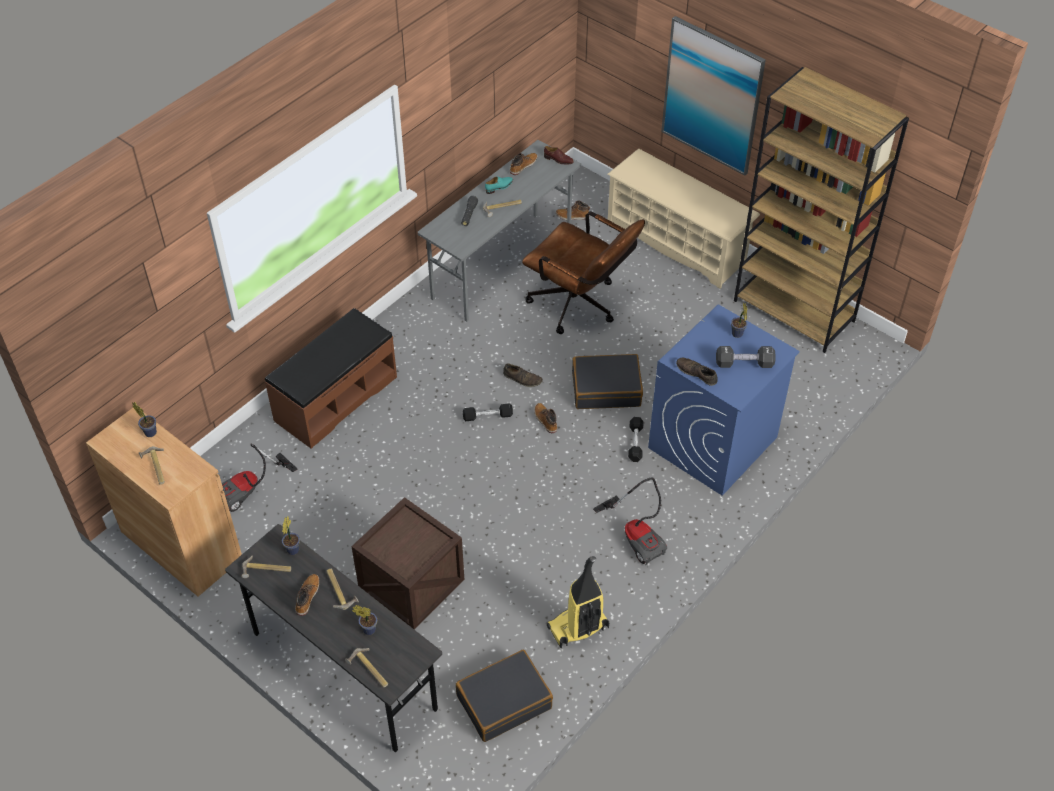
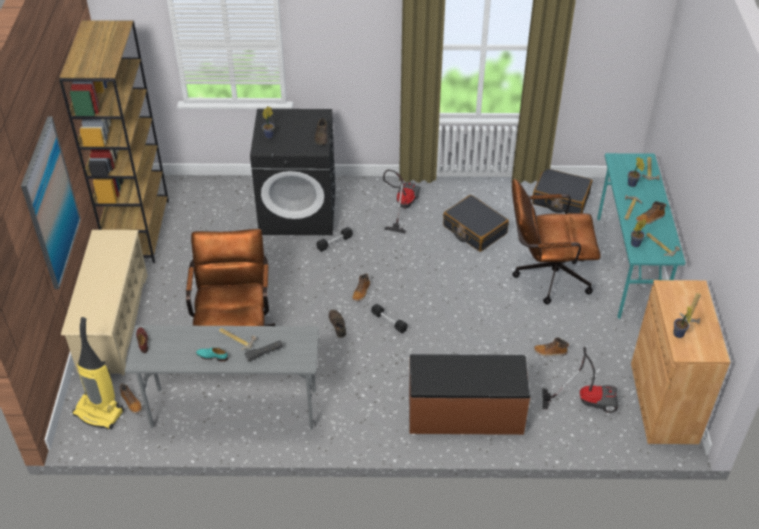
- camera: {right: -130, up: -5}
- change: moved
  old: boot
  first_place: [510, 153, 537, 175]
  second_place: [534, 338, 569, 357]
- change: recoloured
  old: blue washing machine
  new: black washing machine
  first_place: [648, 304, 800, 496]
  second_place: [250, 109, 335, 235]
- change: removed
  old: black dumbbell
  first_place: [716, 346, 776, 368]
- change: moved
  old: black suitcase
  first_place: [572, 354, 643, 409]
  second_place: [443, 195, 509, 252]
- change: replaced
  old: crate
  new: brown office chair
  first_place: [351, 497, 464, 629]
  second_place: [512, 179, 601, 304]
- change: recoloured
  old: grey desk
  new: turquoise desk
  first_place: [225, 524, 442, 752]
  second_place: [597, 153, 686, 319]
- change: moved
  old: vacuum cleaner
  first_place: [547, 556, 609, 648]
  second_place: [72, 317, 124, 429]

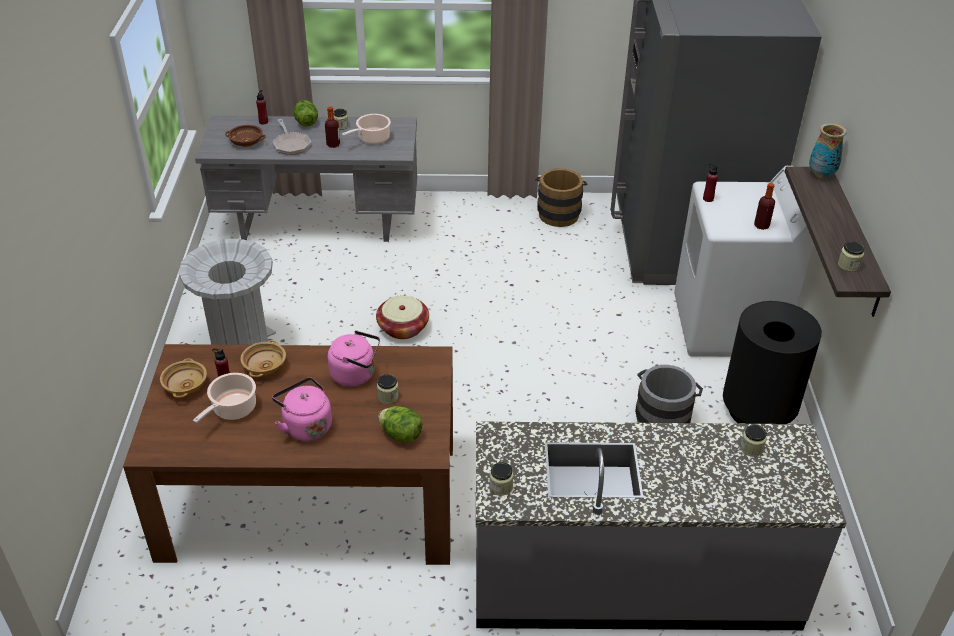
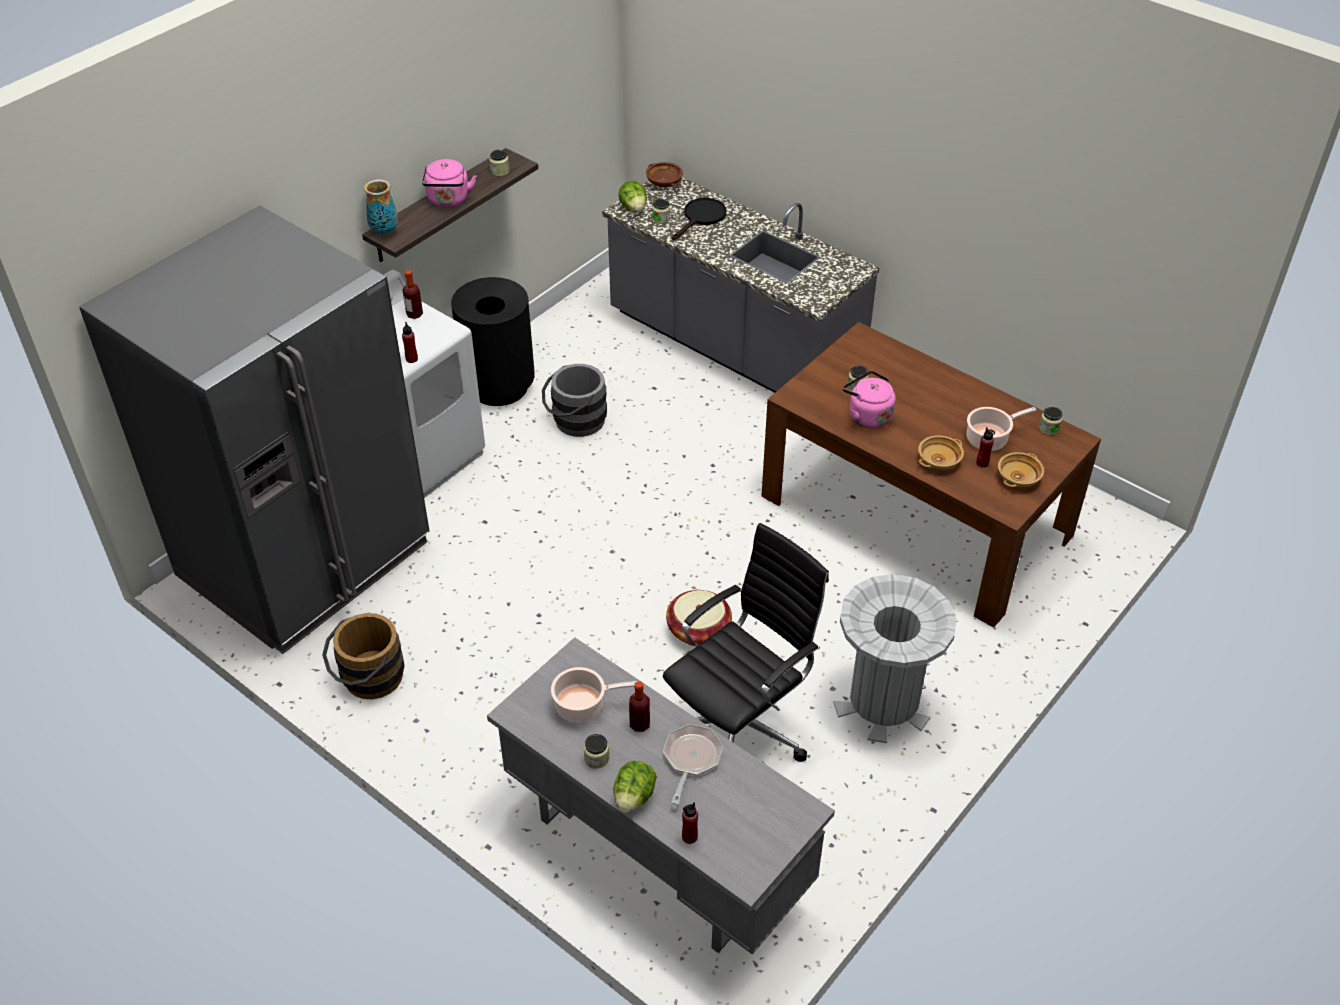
- camera: {right: -140, up: 5}
- change: moved
  old: brown bowl
  first_place: [225, 125, 266, 147]
  second_place: [646, 162, 683, 187]
- change: moved
  old: pink kettle
  first_place: [272, 377, 332, 441]
  second_place: [422, 159, 477, 207]
- change: moved
  old: lettuce
  first_place: [378, 406, 422, 443]
  second_place: [618, 181, 647, 212]
- change: moved
  old: jar
  first_place: [489, 462, 514, 496]
  second_place: [1039, 407, 1063, 435]
- change: added
  new: black frying pan
  second_place: [672, 198, 727, 240]
- change: added
  new: black office chair
  second_place: [663, 523, 829, 762]

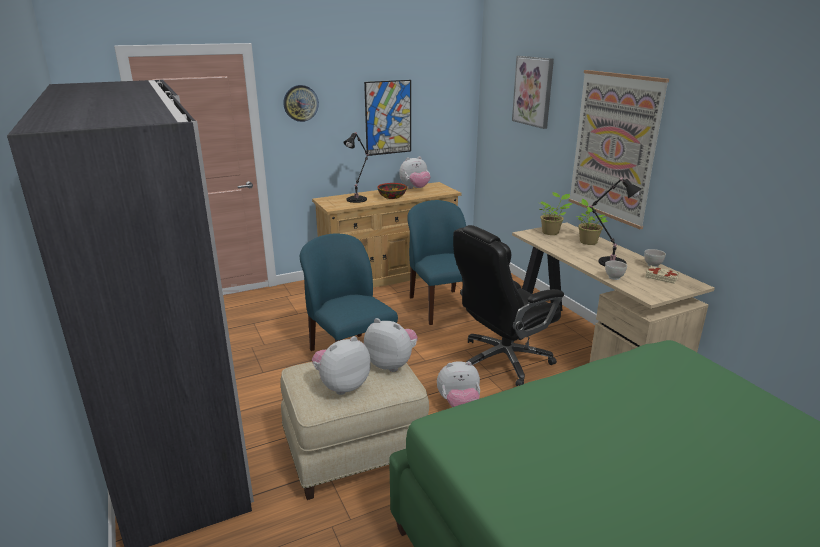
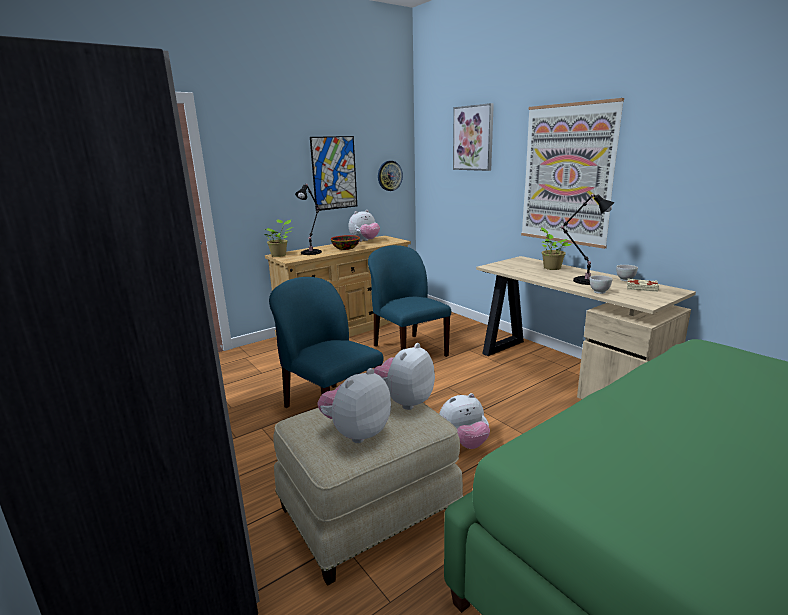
- camera: {right: -10, up: -5}
- change: moved
  old: wall clock
  first_place: [283, 85, 319, 122]
  second_place: [378, 161, 403, 191]
- change: moved
  old: potted plant
  first_place: [539, 192, 573, 235]
  second_place: [264, 219, 293, 257]
- change: removed
  old: black office chair
  first_place: [453, 225, 564, 386]
- change: turned
  old: plush toy
  first_place: [364, 318, 418, 372]
  second_place: [374, 343, 435, 410]
  degrees: -75

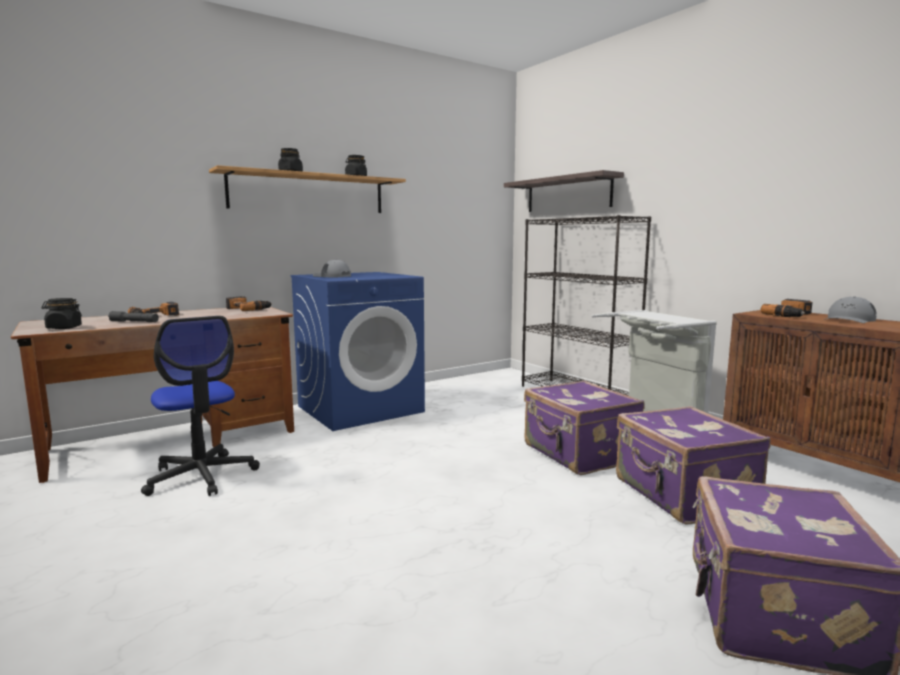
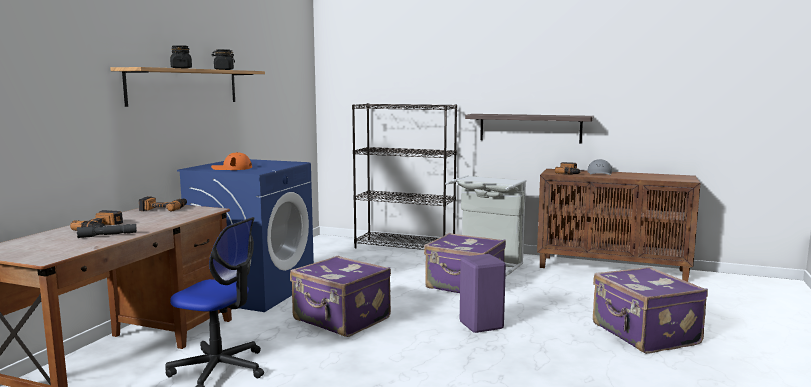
- camera: {right: -35, up: 0}
- change: moved
  old: shelf
  first_place: [504, 170, 624, 212]
  second_place: [465, 114, 594, 143]
- change: recoloured
  old: grey cap
  new: orange cap
  first_place: [313, 259, 351, 277]
  second_place: [211, 152, 252, 170]
- change: removed
  old: black jar
  first_place: [42, 298, 82, 329]
- change: moved
  old: purple suitcase
  first_place: [616, 406, 771, 525]
  second_place: [290, 256, 391, 337]
- change: added
  new: purple stool
  second_place: [460, 254, 506, 333]

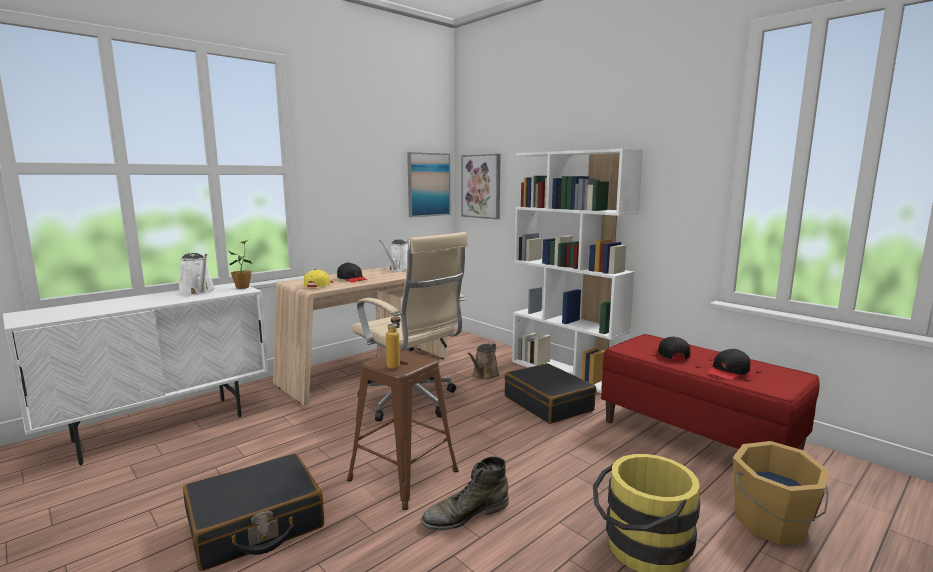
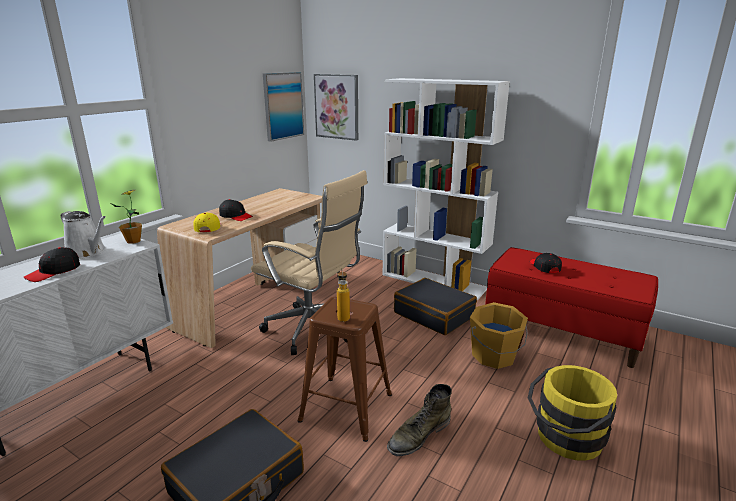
- camera: {right: -15, up: 10}
- change: removed
  old: white watering can
  first_place: [379, 240, 409, 271]
- change: removed
  old: brown watering can
  first_place: [467, 343, 500, 380]
- change: moved
  old: black cap
  first_place: [707, 348, 750, 380]
  second_place: [24, 247, 80, 282]
- change: moved
  old: orange bucket
  first_place: [733, 441, 830, 545]
  second_place: [470, 302, 528, 369]

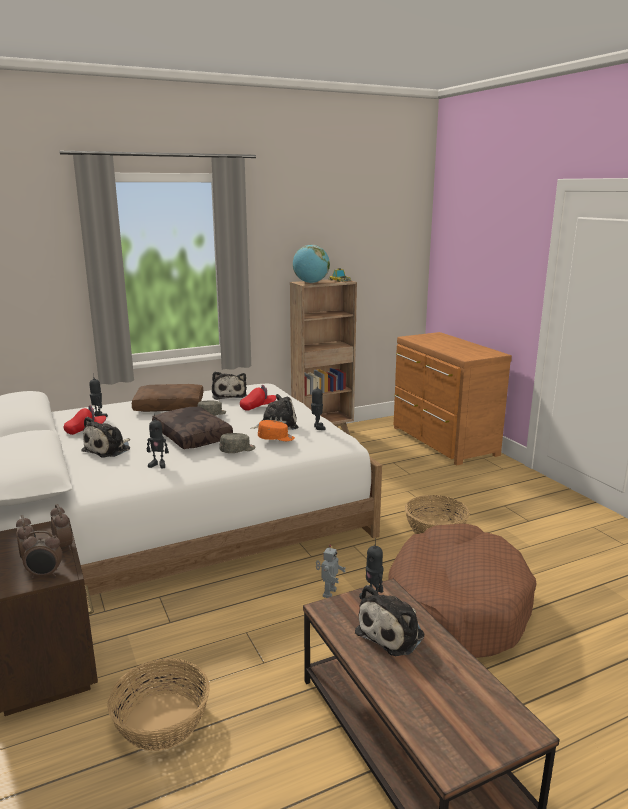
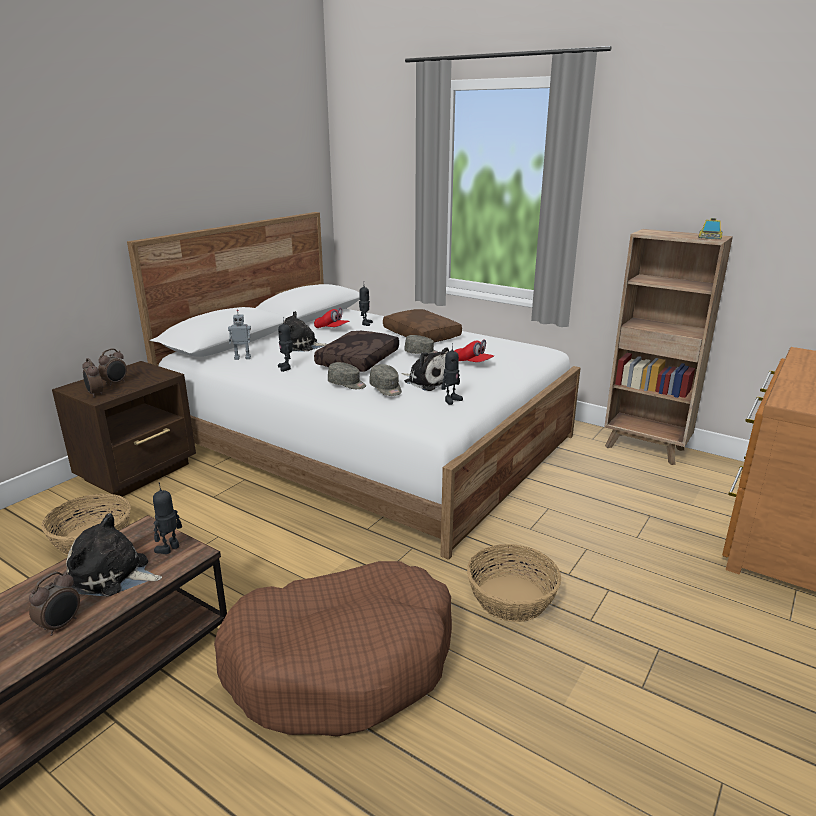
- camera: {right: 60, up: 5}
- change: removed
  old: globe
  first_place: [293, 245, 330, 283]
- change: removed
  old: plush toy
  first_place: [212, 372, 247, 400]
- change: recoloured
  old: orange cap
  new: grey cap
  first_place: [258, 420, 295, 441]
  second_place: [369, 364, 402, 396]
- change: moved
  old: alarm clock
  first_place: [51, 504, 73, 550]
  second_place: [29, 571, 80, 636]
- change: moved
  old: toy robot
  first_place: [316, 545, 346, 598]
  second_place: [228, 309, 251, 360]

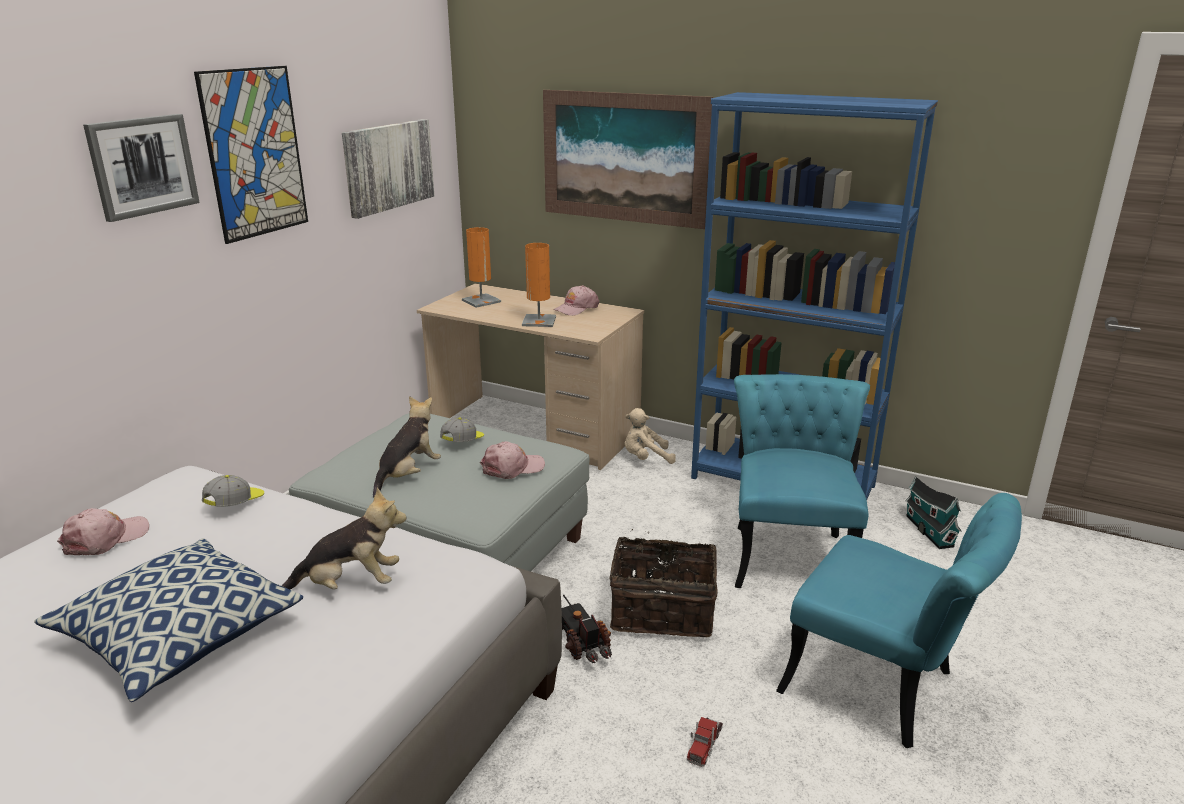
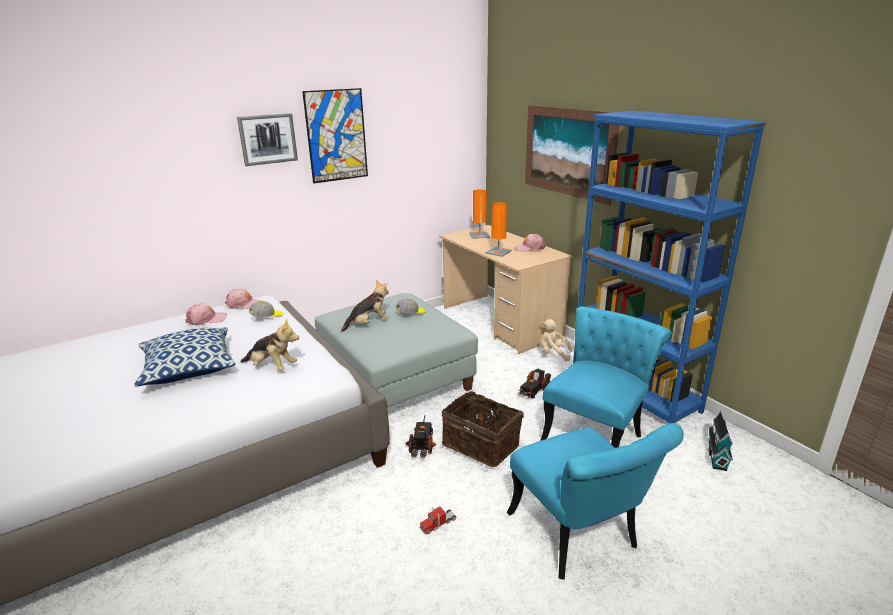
- camera: {right: 30, up: 0}
- change: removed
  old: picture
  first_place: [342, 119, 434, 219]
- change: moved
  old: pink cap
  first_place: [480, 441, 545, 479]
  second_place: [225, 289, 262, 309]
- change: added
  new: toy truck
  second_place: [518, 369, 551, 398]

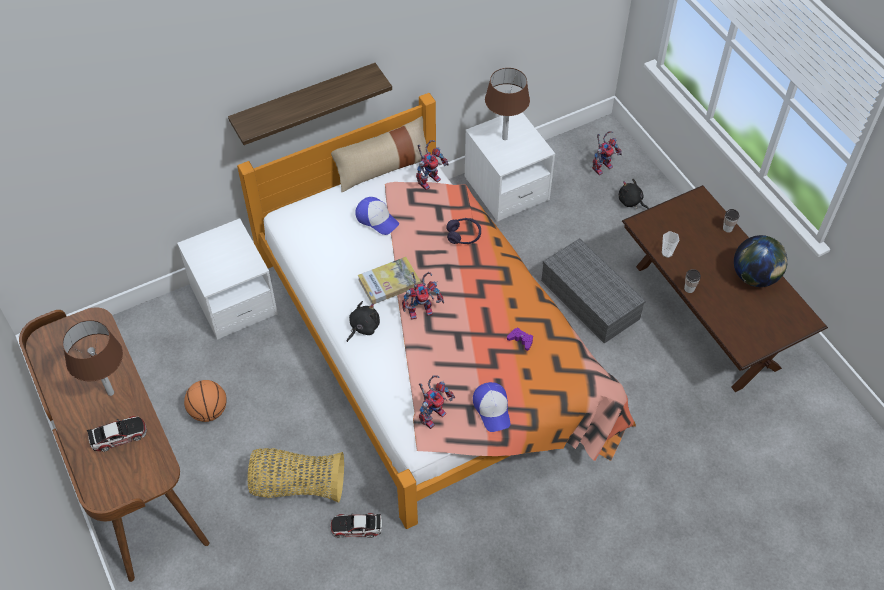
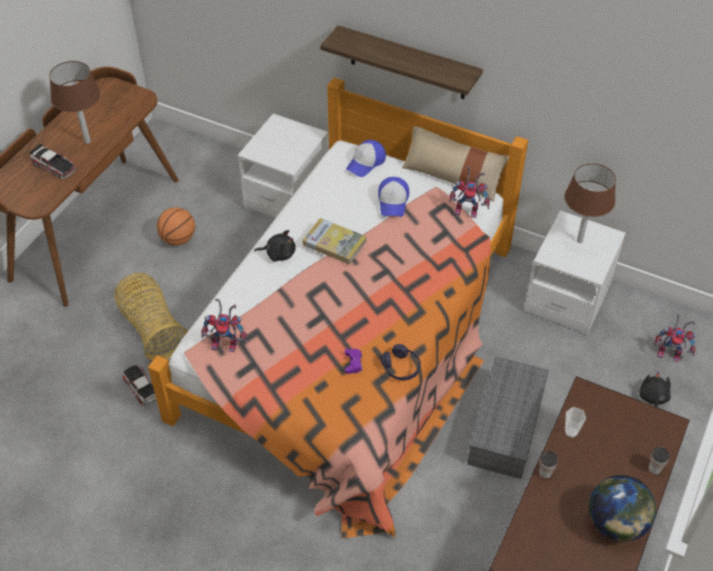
- camera: {right: 55, up: -5}
- change: moved
  old: purple headphones
  first_place: [446, 218, 481, 244]
  second_place: [381, 344, 421, 380]
- change: removed
  old: toy robot
  first_place: [402, 272, 444, 320]
- change: moved
  old: cap
  first_place: [473, 382, 510, 432]
  second_place: [346, 140, 386, 177]

